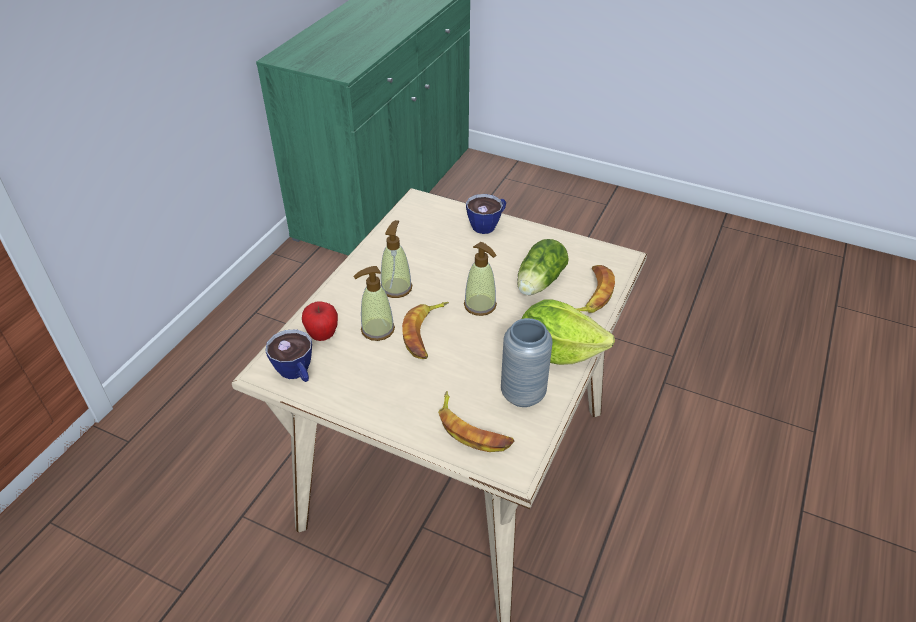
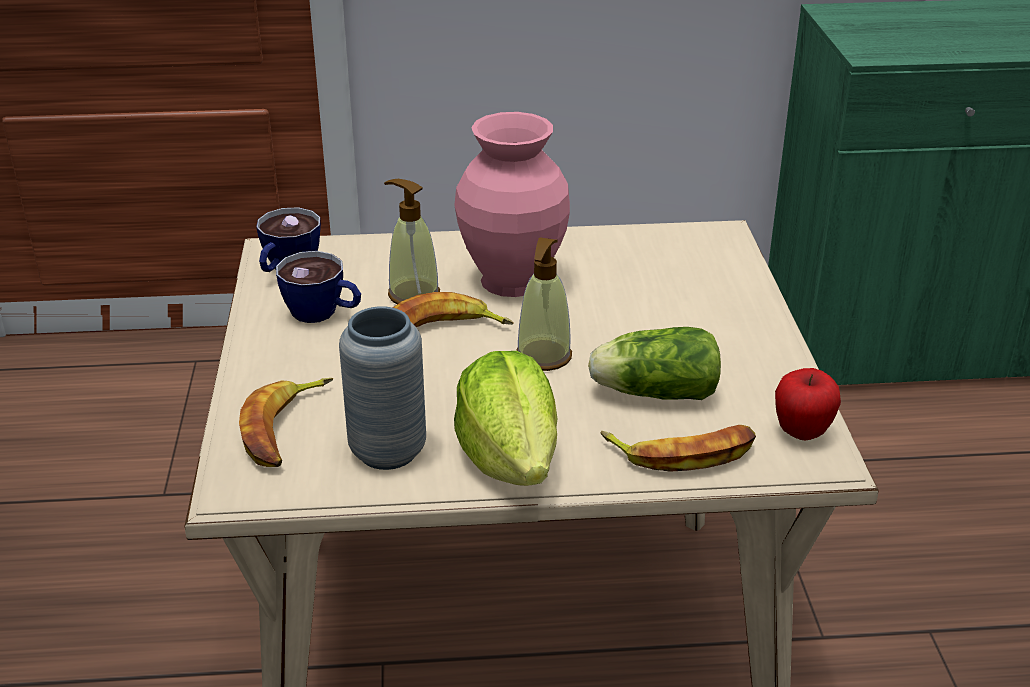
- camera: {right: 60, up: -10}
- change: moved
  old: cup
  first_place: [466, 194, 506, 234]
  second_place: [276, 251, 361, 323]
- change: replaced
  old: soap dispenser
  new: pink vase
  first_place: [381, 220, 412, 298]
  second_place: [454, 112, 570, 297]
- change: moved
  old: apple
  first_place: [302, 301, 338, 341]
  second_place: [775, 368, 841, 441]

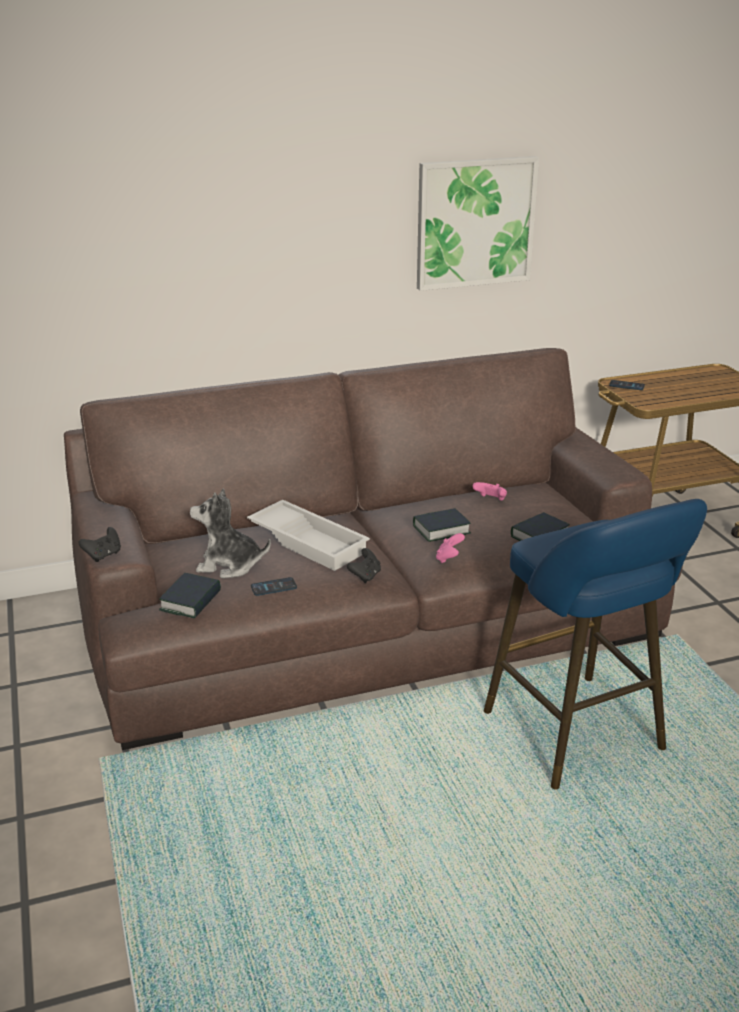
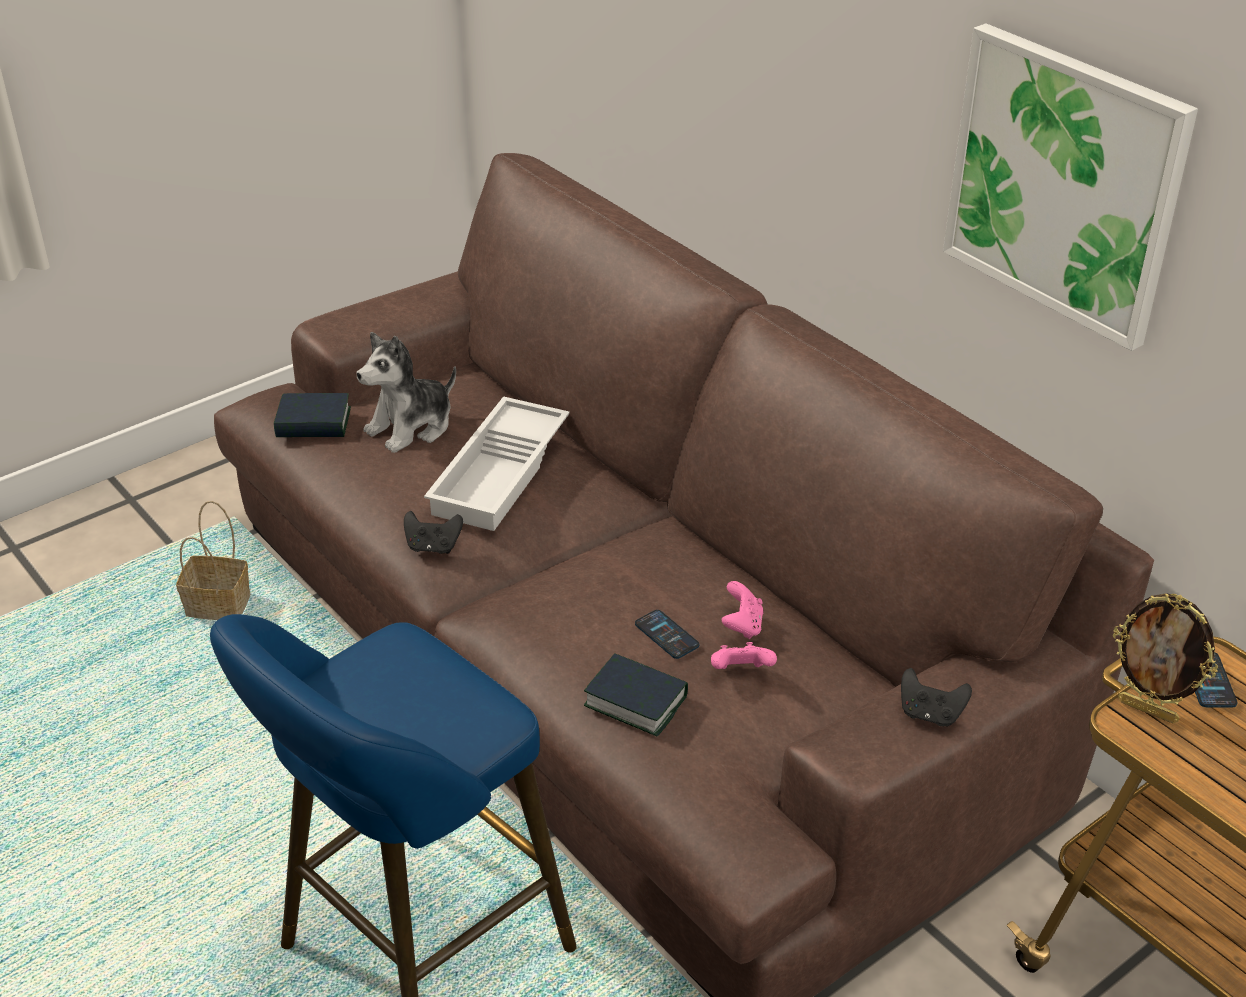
- camera: {right: 70, up: 10}
- change: turned
  old: plush toy
  first_place: [190, 489, 271, 578]
  second_place: [357, 332, 456, 453]
  degrees: -120
- change: removed
  old: book
  first_place: [413, 508, 471, 542]
- change: moved
  old: black game controller
  first_place: [78, 527, 121, 562]
  second_place: [901, 668, 972, 727]
- change: moved
  old: pink game controller
  first_place: [436, 533, 465, 563]
  second_place: [711, 642, 777, 669]
- change: moved
  old: phone
  first_place: [251, 577, 297, 596]
  second_place: [635, 610, 699, 659]
- change: added
  new: basket
  second_place: [176, 501, 250, 620]
- change: added
  new: picture frame
  second_place: [1113, 593, 1218, 724]

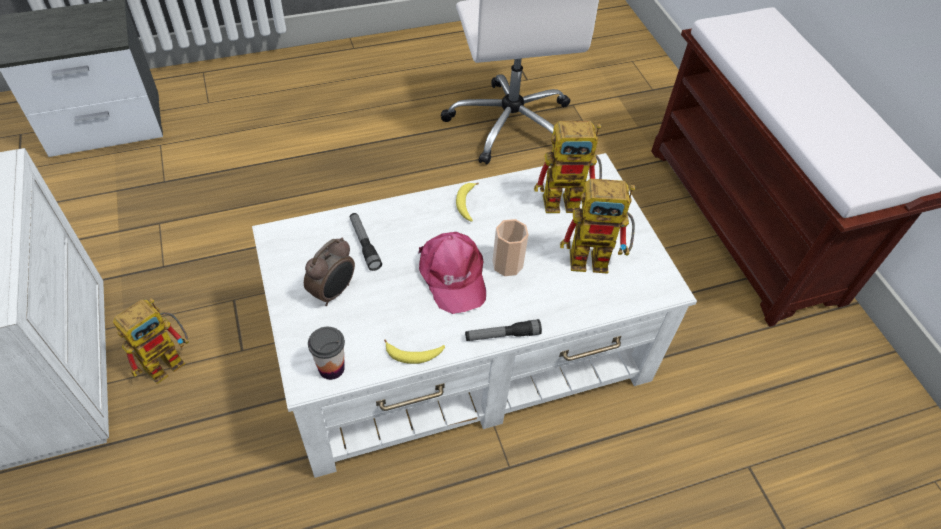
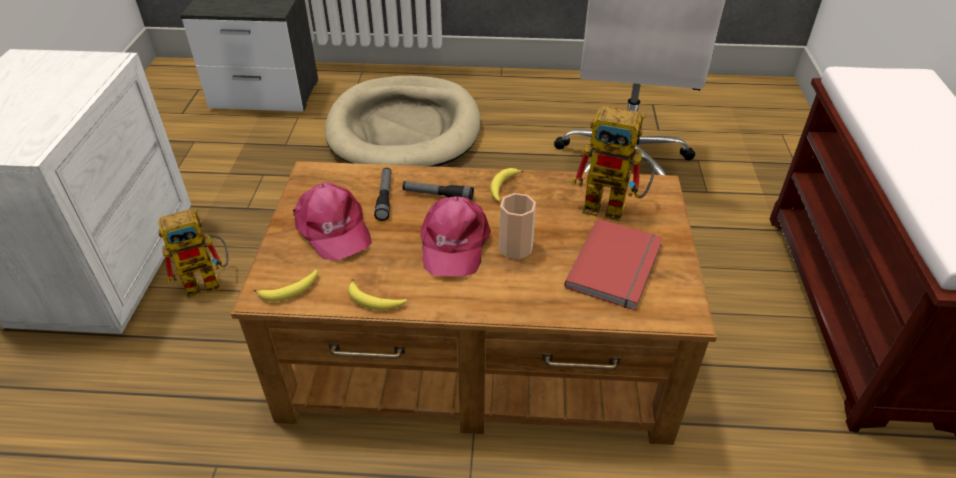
- camera: {right: 25, up: -10}
- change: recoloured
  old: white coffee table
  new: brown coffee table
  first_place: [252, 153, 697, 478]
  second_place: [231, 161, 717, 445]
- change: replaced
  old: toy robot
  new: red book
  first_place: [560, 179, 635, 274]
  second_place: [564, 219, 663, 310]
- change: replaced
  old: alarm clock
  new: pink cap
  first_place: [304, 237, 355, 306]
  second_place: [293, 182, 372, 261]
- change: moved
  old: flashlight
  first_place: [465, 319, 542, 341]
  second_place: [403, 181, 474, 201]
- change: replaced
  old: cup
  new: banana
  first_place: [308, 327, 345, 380]
  second_place: [254, 269, 318, 302]
- change: added
  new: beige dog bed
  second_place: [325, 76, 481, 167]

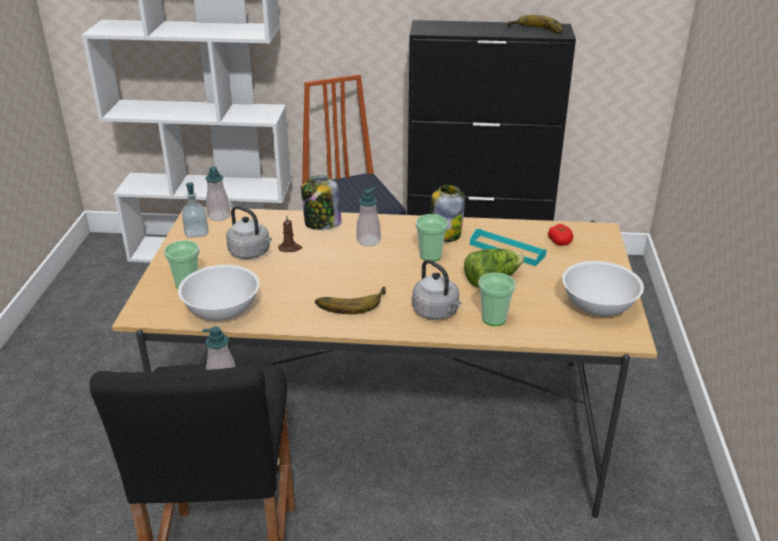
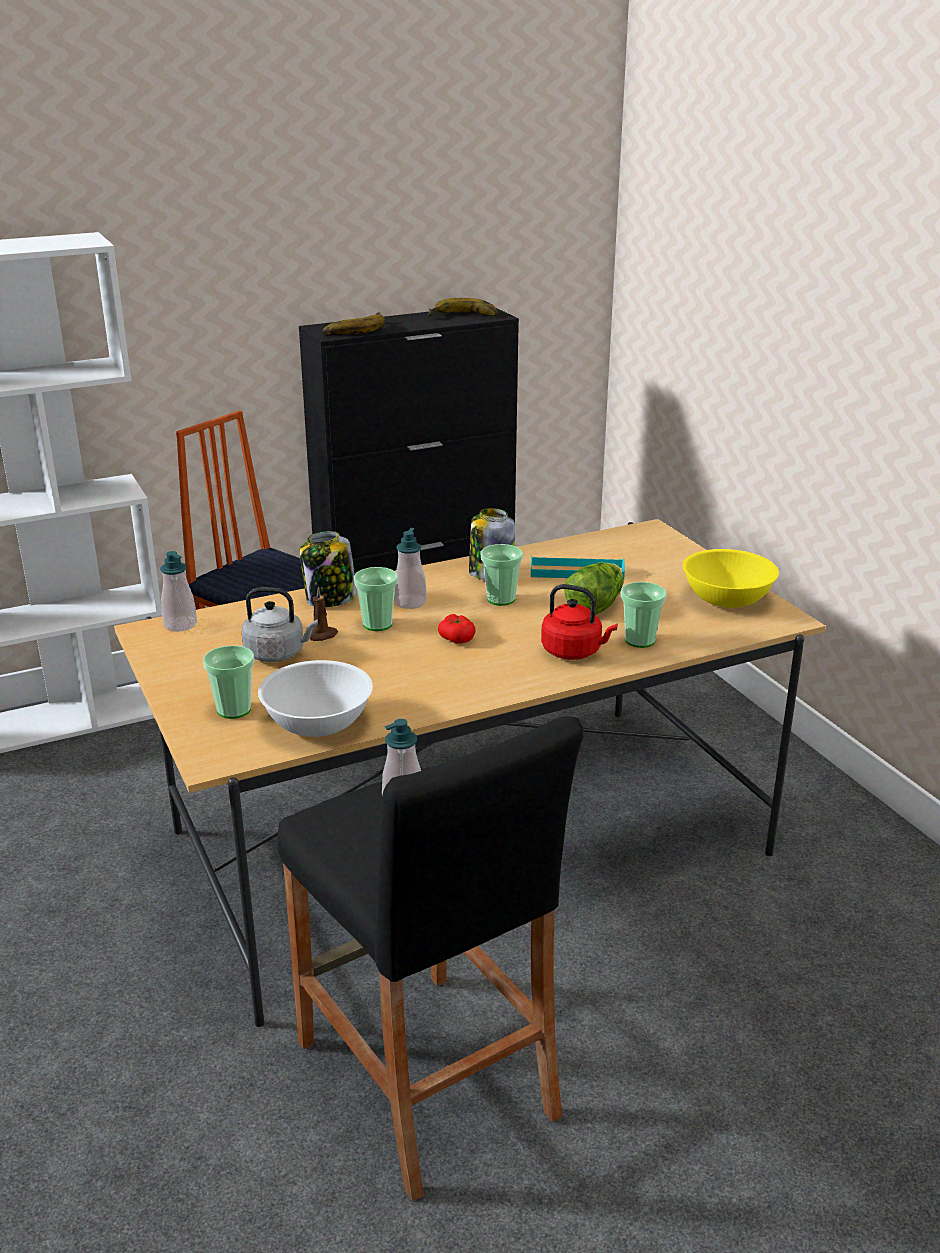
- camera: {right: -30, up: -5}
- change: removed
  old: soap dispenser
  first_place: [182, 182, 208, 238]
- change: moved
  old: tomato
  first_place: [548, 224, 573, 245]
  second_place: [438, 614, 475, 644]
- change: recoloured
  old: grey kettle
  new: red kettle
  first_place: [412, 259, 461, 320]
  second_place: [541, 584, 618, 660]
- change: recoloured
  old: white bowl
  new: yellow bowl
  first_place: [562, 261, 644, 317]
  second_place: [683, 549, 779, 608]
- change: moved
  old: banana
  first_place: [315, 287, 386, 314]
  second_place: [323, 312, 385, 335]
- change: added
  new: cup
  second_place: [354, 567, 398, 631]

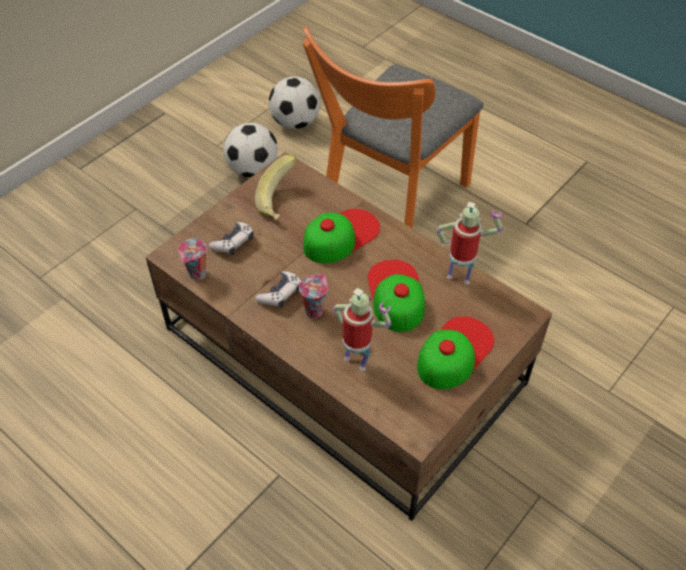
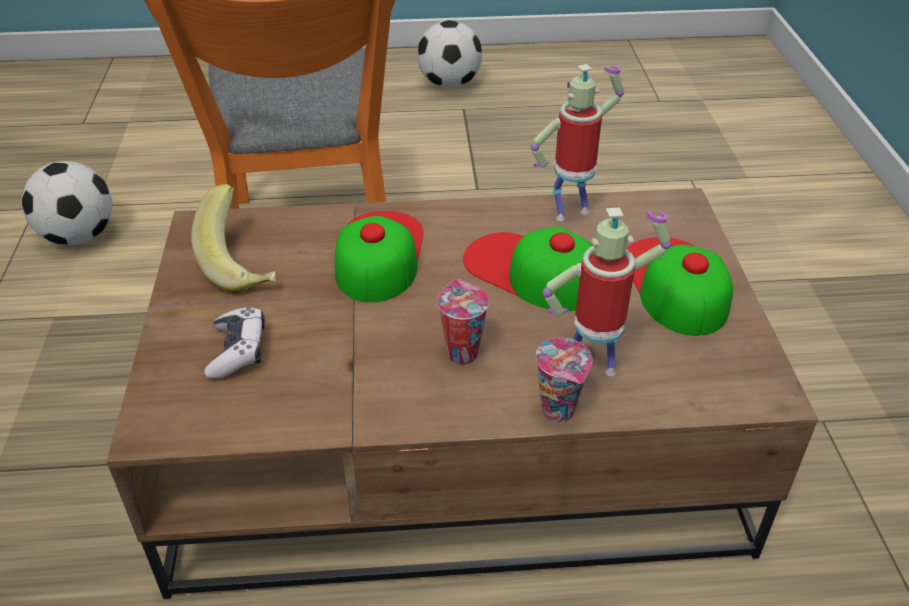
- camera: {right: -45, up: -10}
- change: moved
  old: football
  first_place: [224, 123, 278, 177]
  second_place: [417, 20, 482, 88]
- change: moved
  old: cup
  first_place: [178, 238, 207, 280]
  second_place: [536, 338, 593, 423]
- change: removed
  old: game controller
  first_place: [255, 271, 301, 308]

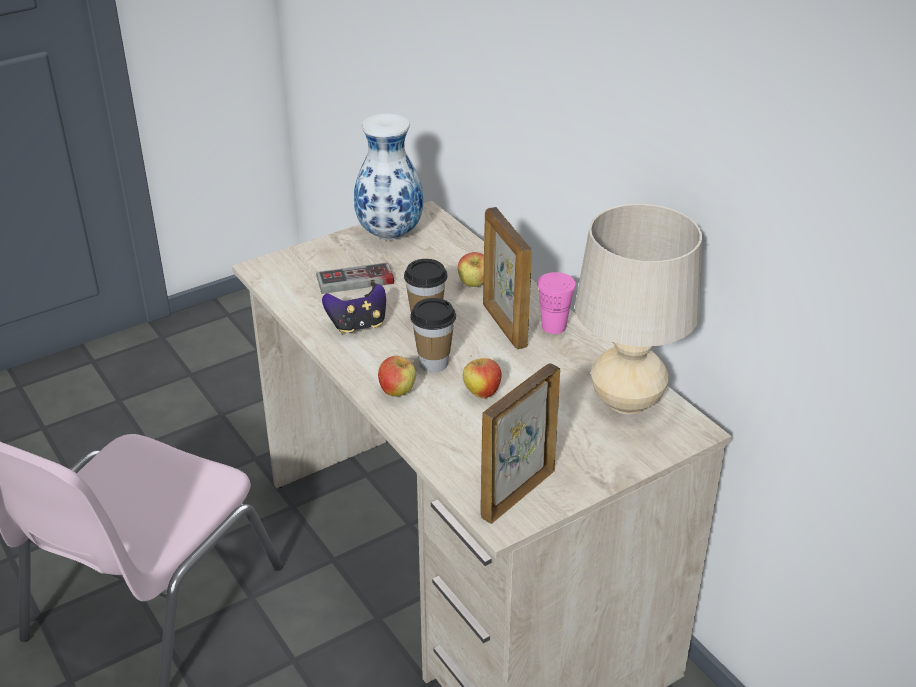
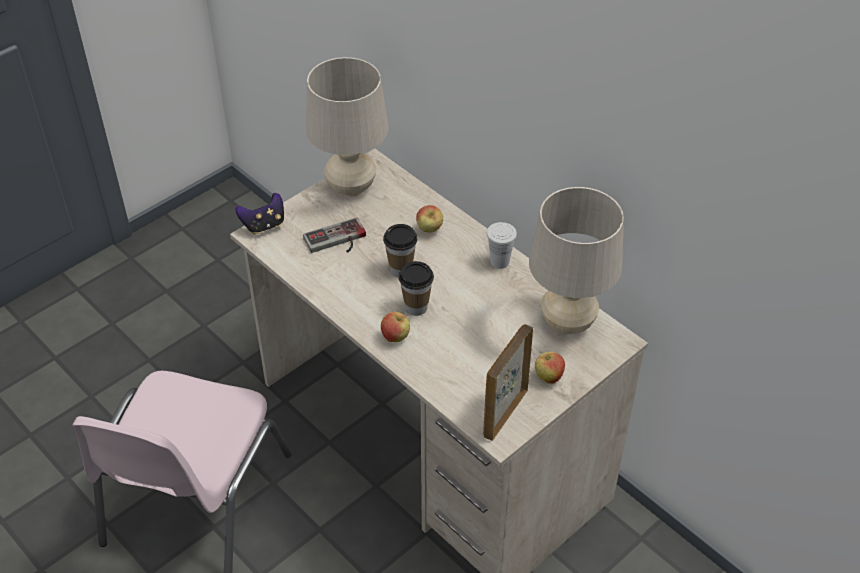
- camera: {right: -10, up: 10}
- change: replaced
  old: vase
  new: beige table lamp
  first_place: [354, 114, 423, 240]
  second_place: [306, 57, 388, 196]
- change: removed
  old: picture frame
  first_place: [483, 207, 532, 349]
- change: recoloured
  old: pink cup
  new: white cup
  first_place: [537, 272, 576, 334]
  second_place: [487, 222, 517, 269]
- change: moved
  old: game controller
  first_place: [322, 284, 386, 334]
  second_place: [235, 193, 284, 234]
- change: moved
  old: apple
  first_place: [463, 355, 502, 399]
  second_place: [535, 351, 565, 384]

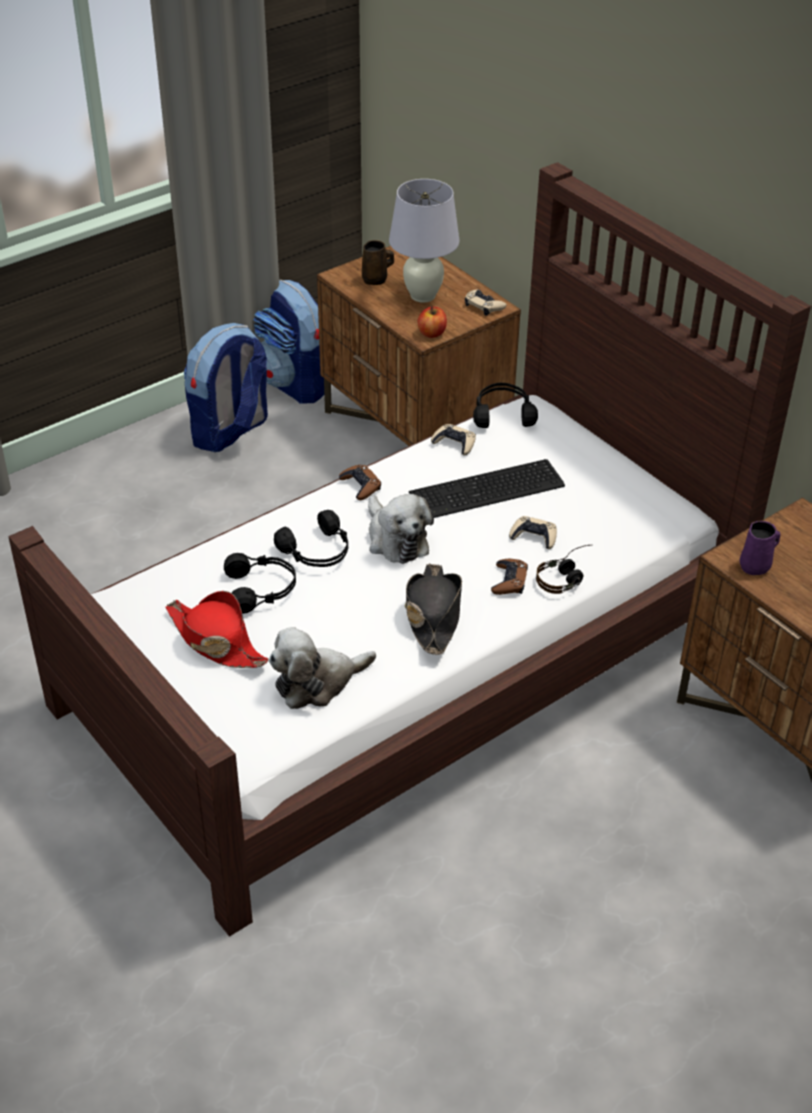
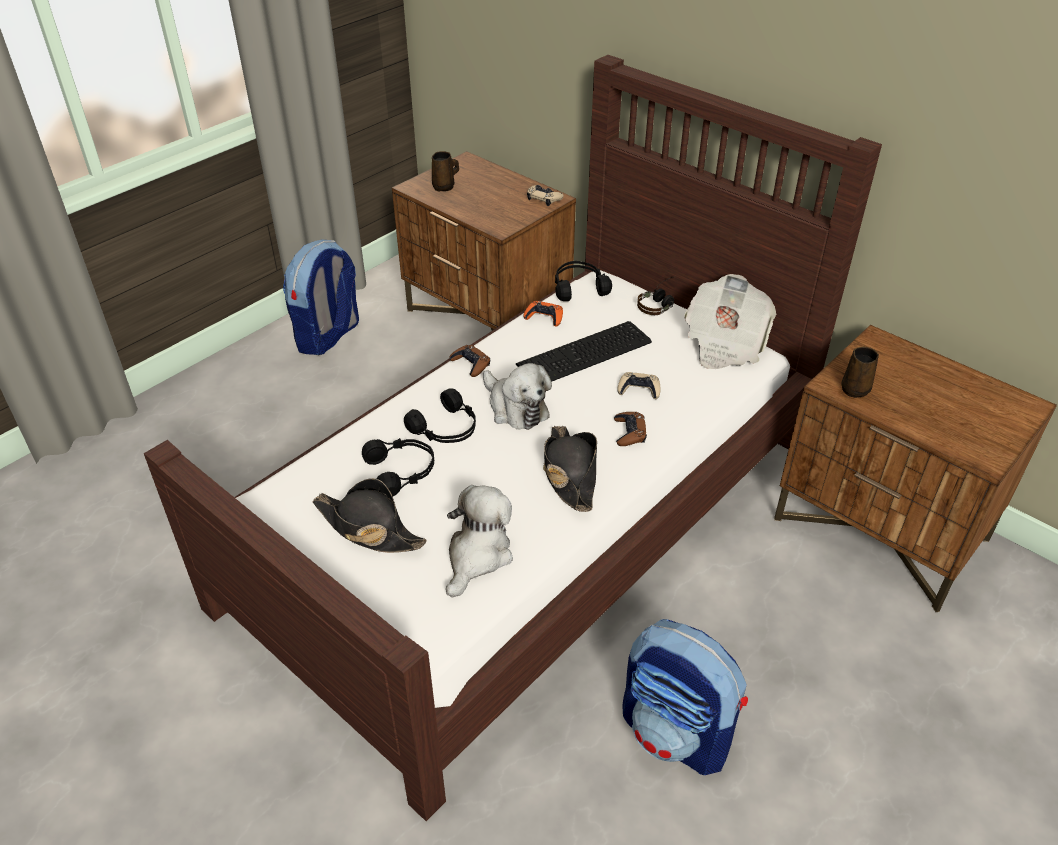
- camera: {right: -10, up: 0}
- change: removed
  old: white table lamp
  first_place: [389, 179, 460, 302]
- change: moved
  old: backpack
  first_place: [254, 280, 324, 404]
  second_place: [622, 619, 748, 775]
- change: removed
  old: apple
  first_place: [418, 306, 447, 338]
- change: recoloured
  old: beige game controller
  new: orange game controller
  first_place: [431, 424, 476, 455]
  second_place: [523, 301, 563, 327]
- change: recoloured
  old: purple mug
  new: brown mug
  first_place: [740, 521, 780, 575]
  second_place: [841, 346, 879, 398]
- change: moved
  old: headphones
  first_place: [536, 545, 591, 594]
  second_place: [637, 277, 674, 315]
- change: recoloured
  old: red hat
  new: black hat
  first_place: [166, 591, 269, 668]
  second_place: [312, 478, 427, 553]
- change: turned
  old: plush toy
  first_place: [269, 627, 376, 709]
  second_place: [446, 485, 513, 597]
  degrees: 150
- change: added
  new: newspaper
  second_place: [684, 274, 776, 369]

